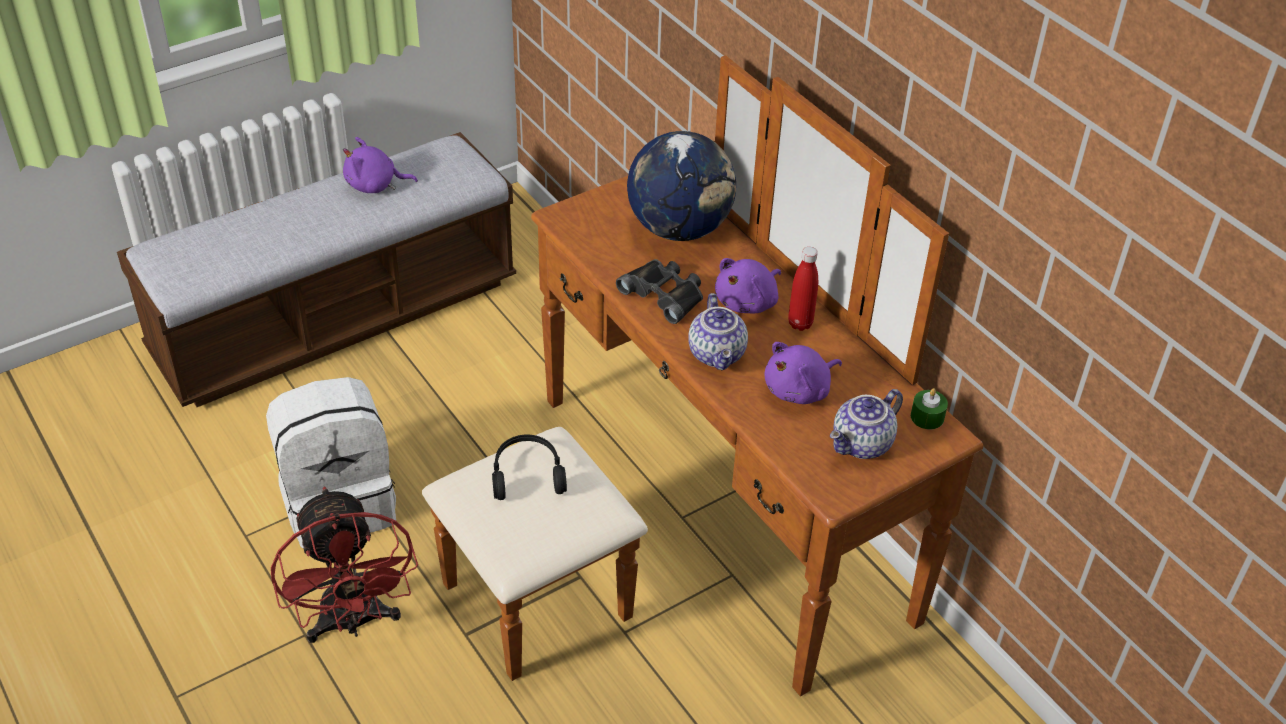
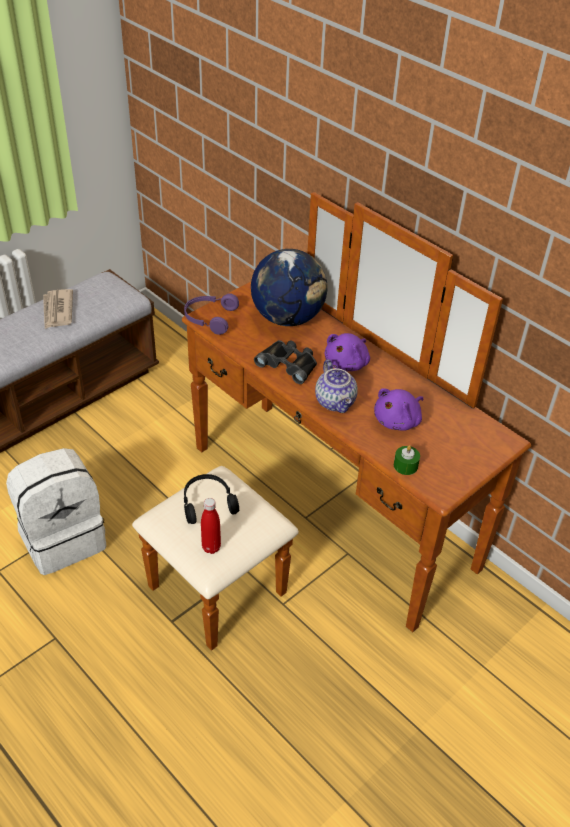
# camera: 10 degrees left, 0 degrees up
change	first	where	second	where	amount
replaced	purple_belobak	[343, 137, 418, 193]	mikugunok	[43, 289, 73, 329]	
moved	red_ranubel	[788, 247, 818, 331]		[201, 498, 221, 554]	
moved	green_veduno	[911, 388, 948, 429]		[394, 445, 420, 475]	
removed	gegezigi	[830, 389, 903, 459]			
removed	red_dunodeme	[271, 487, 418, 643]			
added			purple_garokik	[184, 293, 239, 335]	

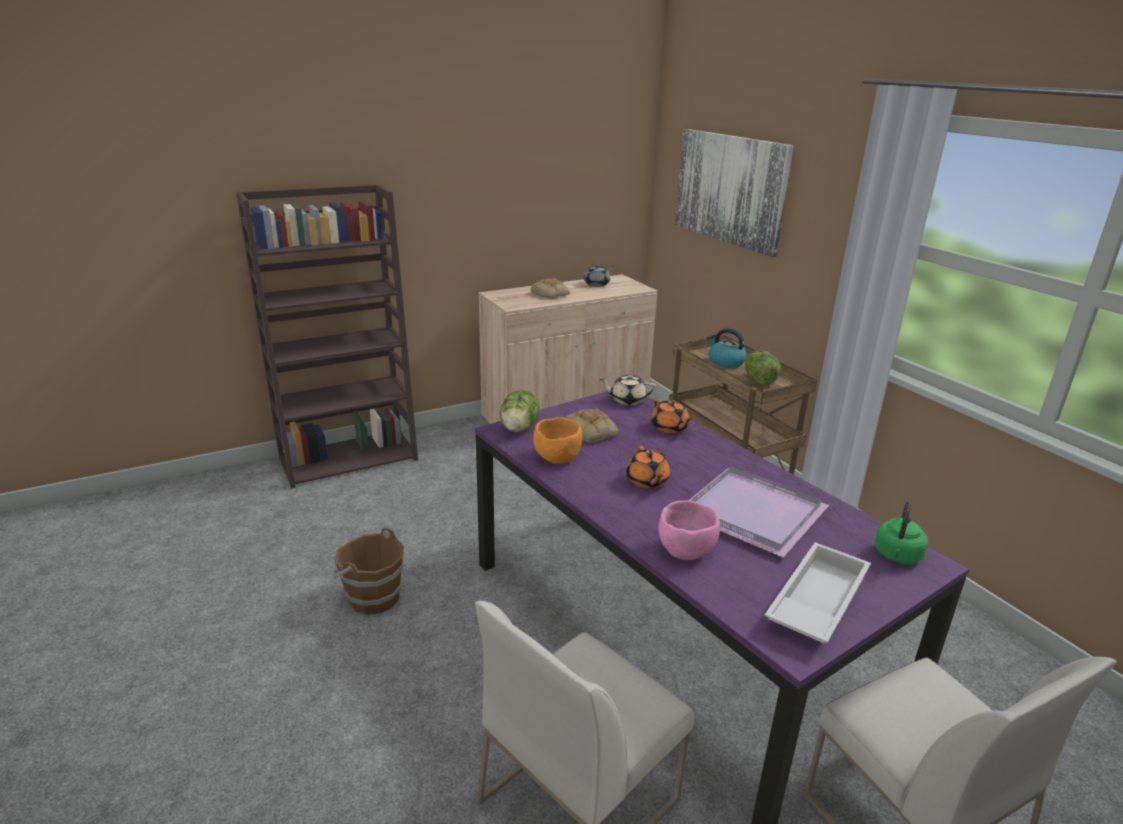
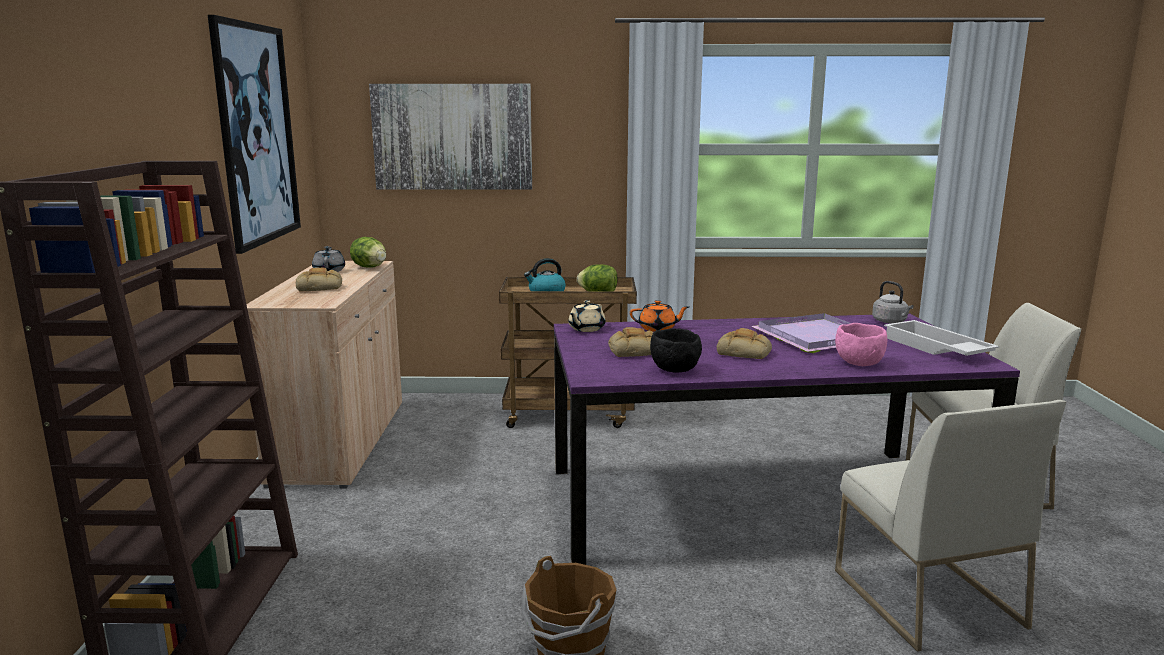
# camera: 60 degrees left, 10 degrees down
change	first	where	second	where	amount
moved	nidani	[500, 390, 540, 432]		[350, 237, 386, 268]	
recoloured	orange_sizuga	[534, 417, 582, 464]	black_sizuga	[650, 328, 702, 373]	
replaced	orange_gegezigi	[626, 446, 670, 488]	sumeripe	[717, 328, 772, 359]	
recoloured	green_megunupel	[875, 501, 928, 564]	grey_megunupel	[872, 281, 914, 324]	
added			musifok	[208, 15, 301, 254]	

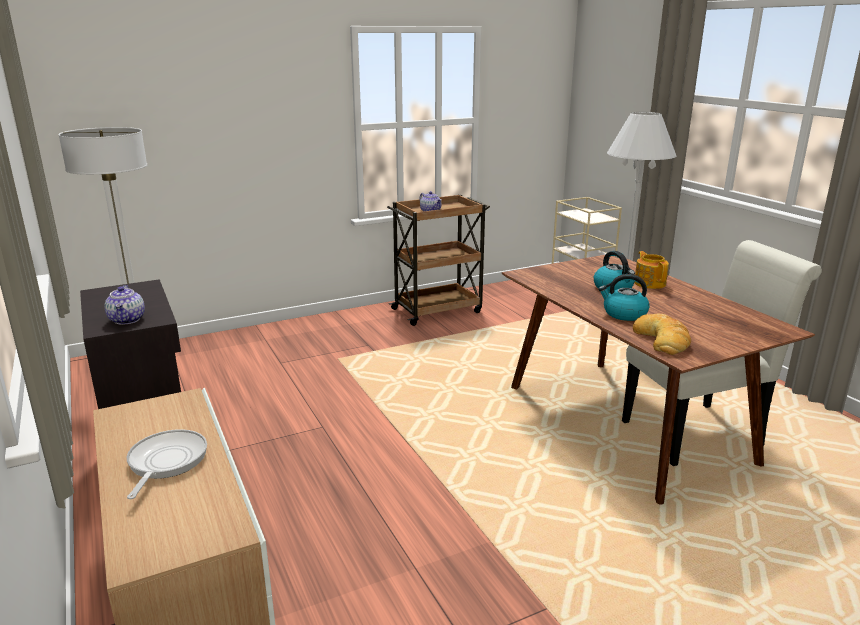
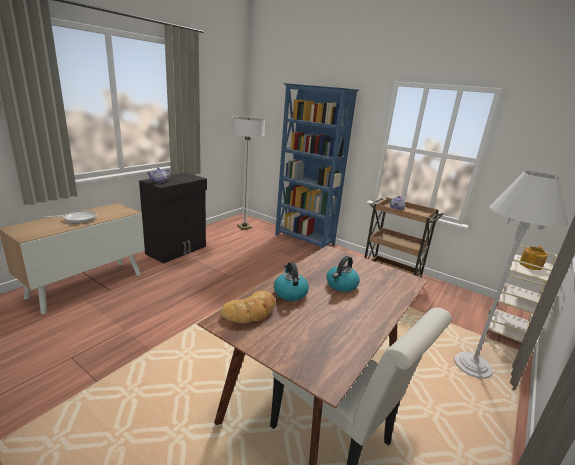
# camera: 60 degrees right, 0 degrees up
change	first	where	second	where	amount
moved	gegezigi	[635, 251, 669, 289]		[519, 246, 548, 270]	
added			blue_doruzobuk	[275, 83, 359, 248]	

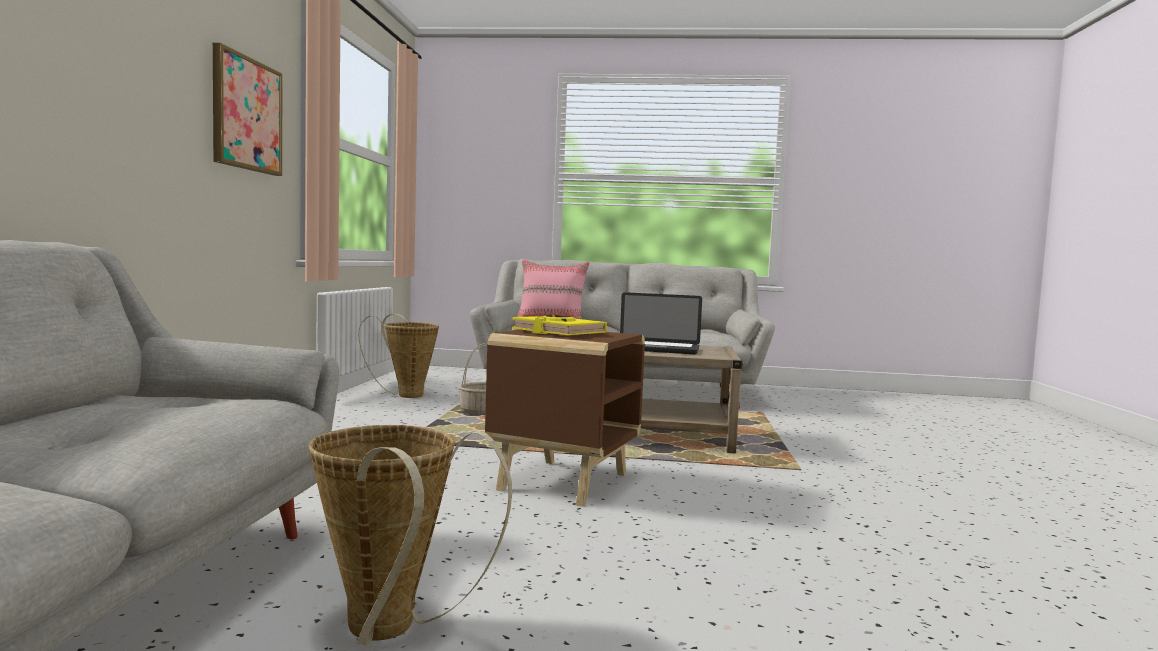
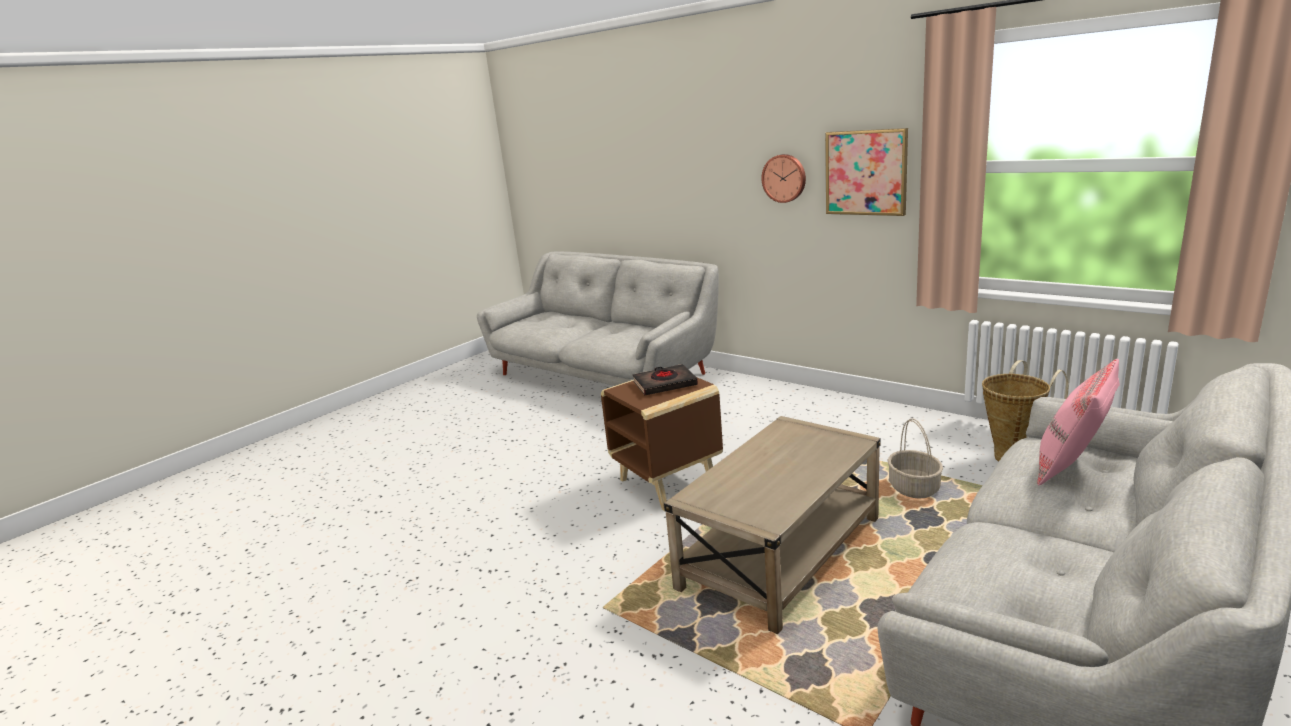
# camera: 125 degrees right, 15 degrees up
change	first	where	second	where	amount
removed	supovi	[620, 292, 702, 354]			
recoloured	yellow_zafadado	[512, 315, 607, 335]	black_zafadado	[633, 364, 698, 395]	
removed	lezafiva	[309, 425, 512, 645]			
added			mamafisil	[761, 154, 806, 203]	

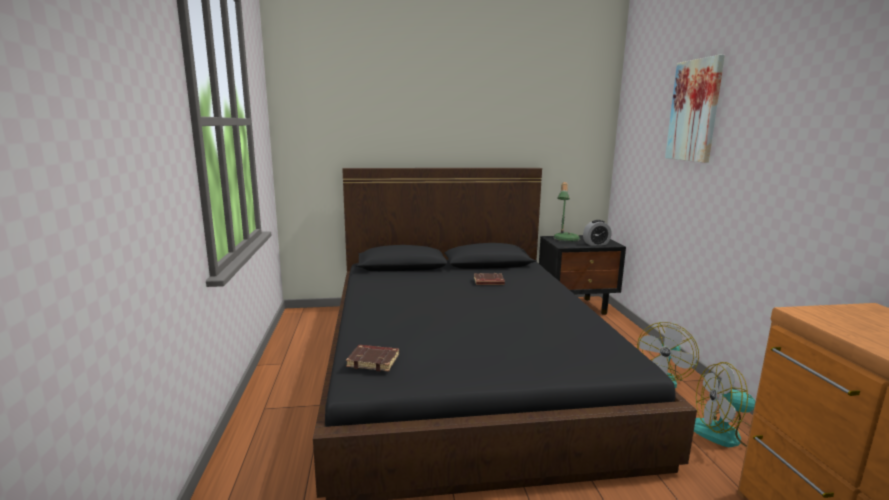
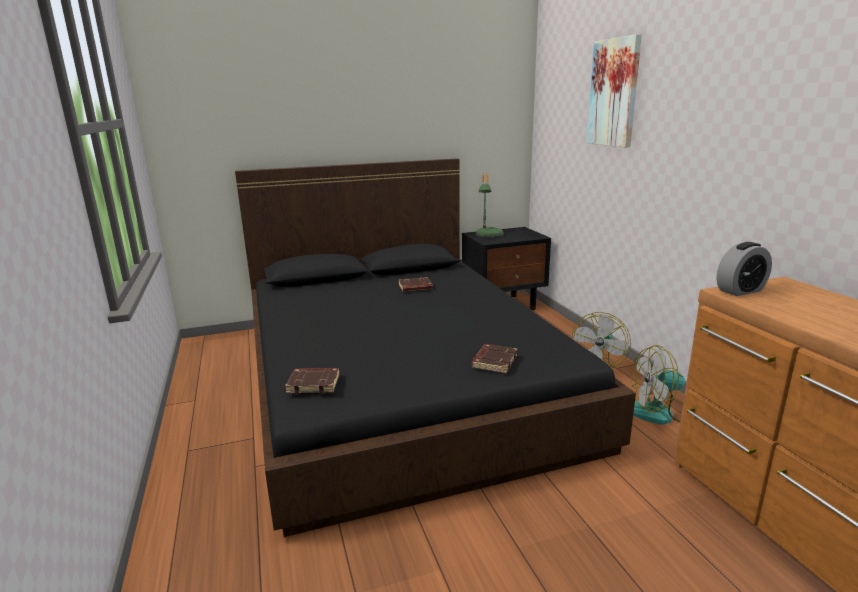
# camera: 10 degrees left, 5 degrees up
change	first	where	second	where	amount
moved	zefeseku	[583, 220, 612, 246]		[716, 242, 772, 296]	
added			brown_zafadado	[471, 344, 517, 373]	

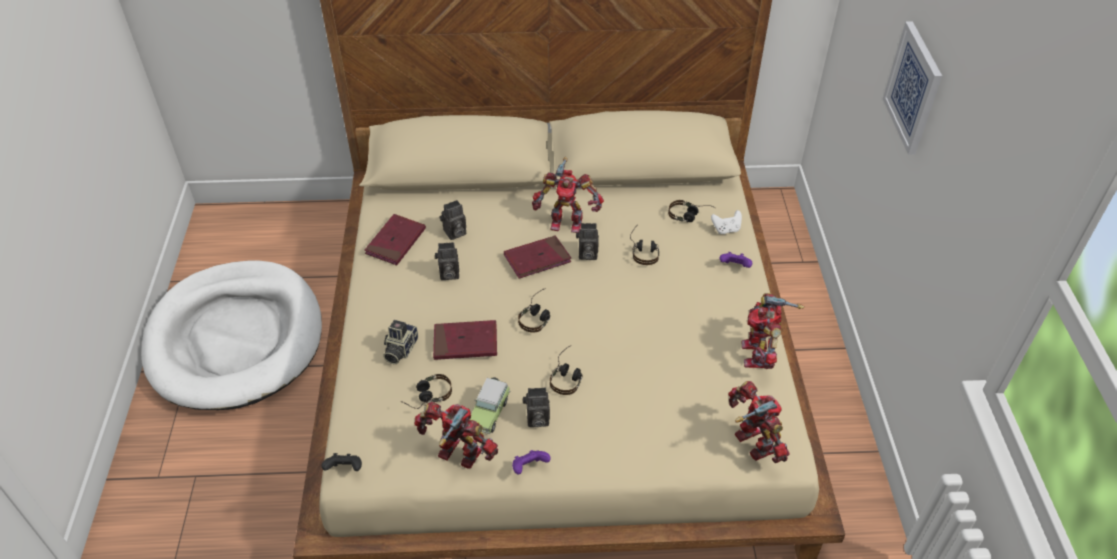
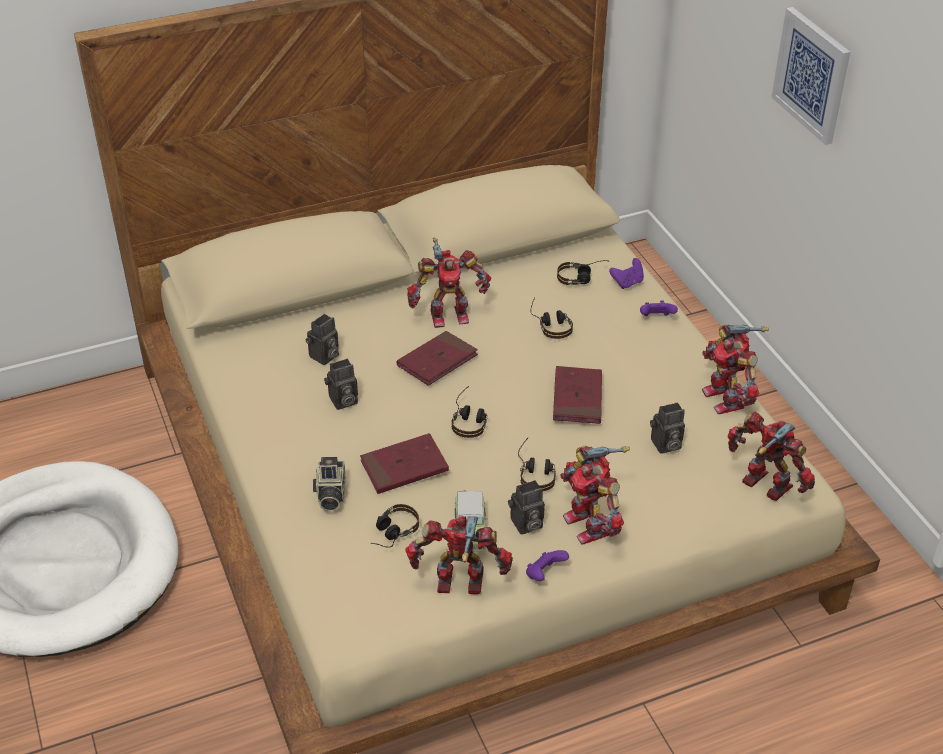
# camera: 20 degrees left, 5 degrees down
change	first	where	second	where	amount
recoloured	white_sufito	[711, 210, 742, 234]	purple_sufito	[609, 258, 644, 289]	
moved	red_zafadado	[365, 214, 426, 265]		[553, 366, 602, 424]	
moved	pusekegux	[576, 223, 599, 260]		[650, 402, 685, 454]	
removed	black_sufito	[322, 453, 362, 471]			
added			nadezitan	[561, 446, 630, 545]	

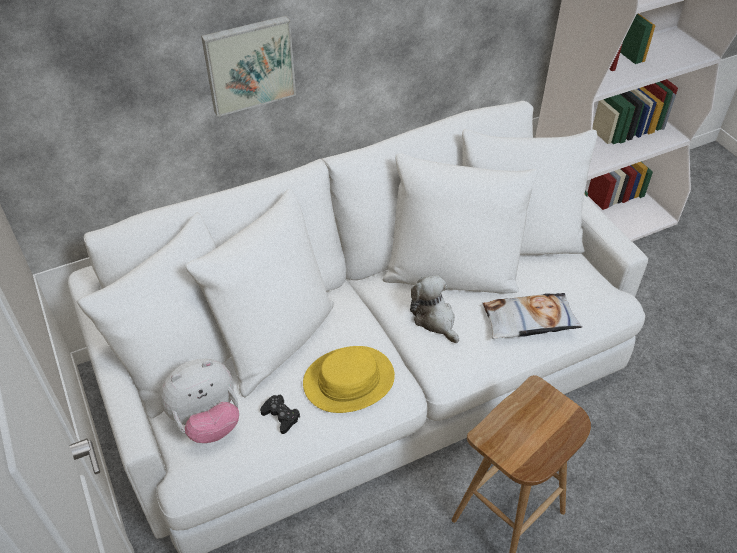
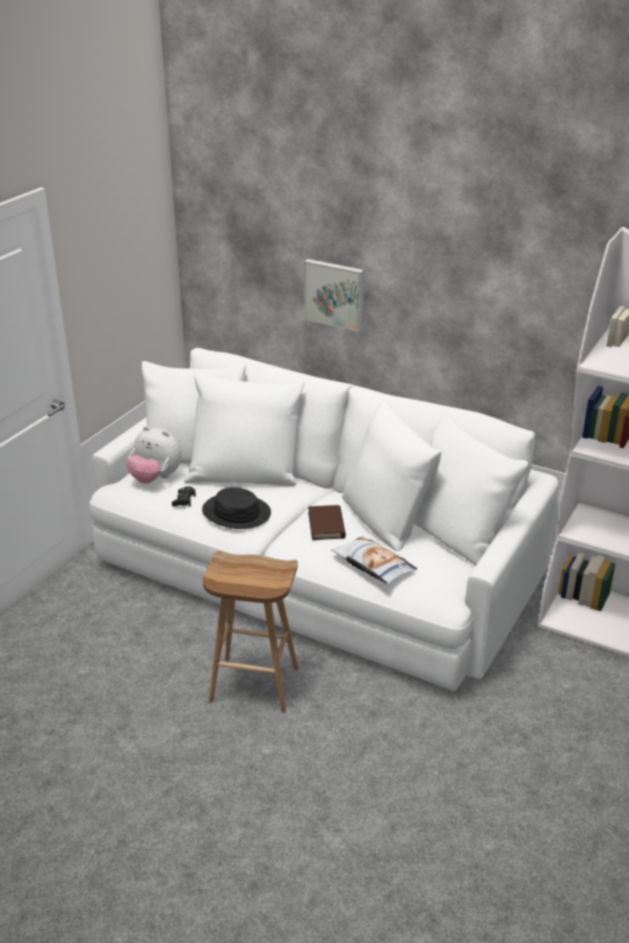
# camera: 55 degrees right, 15 degrees down
change	first	where	second	where	amount
replaced	belobak	[410, 275, 459, 343]	brown_zafadado	[308, 505, 346, 540]	
recoloured	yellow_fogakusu	[303, 346, 395, 413]	black_fogakusu	[202, 487, 271, 529]	

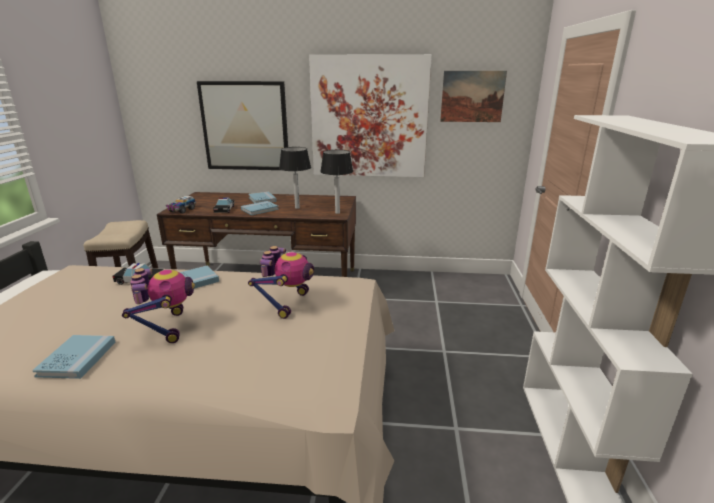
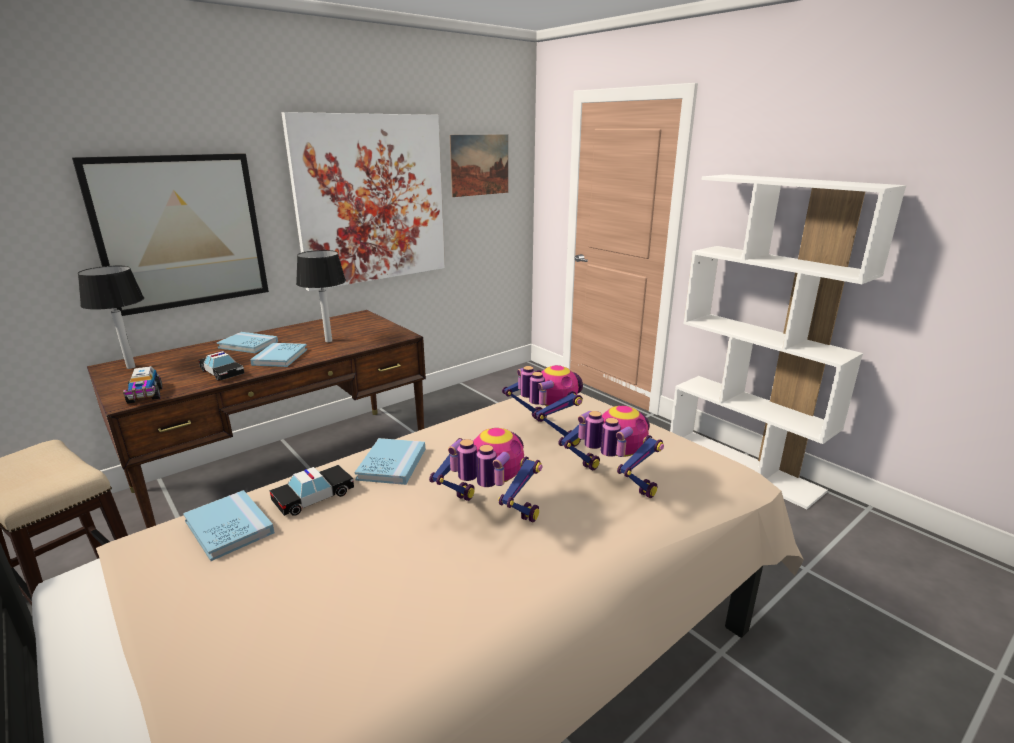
# camera: 45 degrees left, 0 degrees up
change	first	where	second	where	amount
moved	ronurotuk	[320, 150, 353, 214]		[78, 266, 144, 369]	
moved	blue_zafadado	[32, 335, 116, 379]		[183, 490, 275, 561]	
added			nadezitan	[558, 406, 664, 498]	

